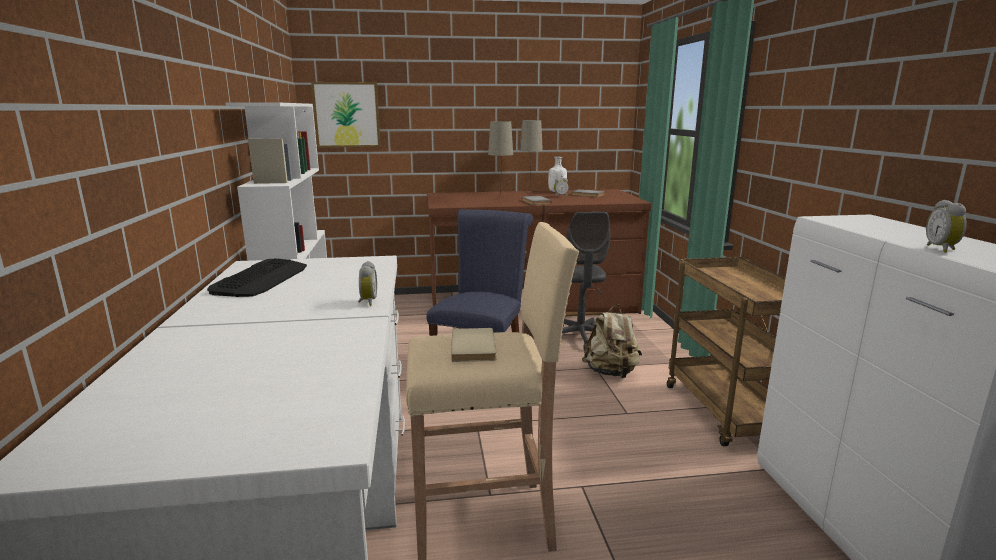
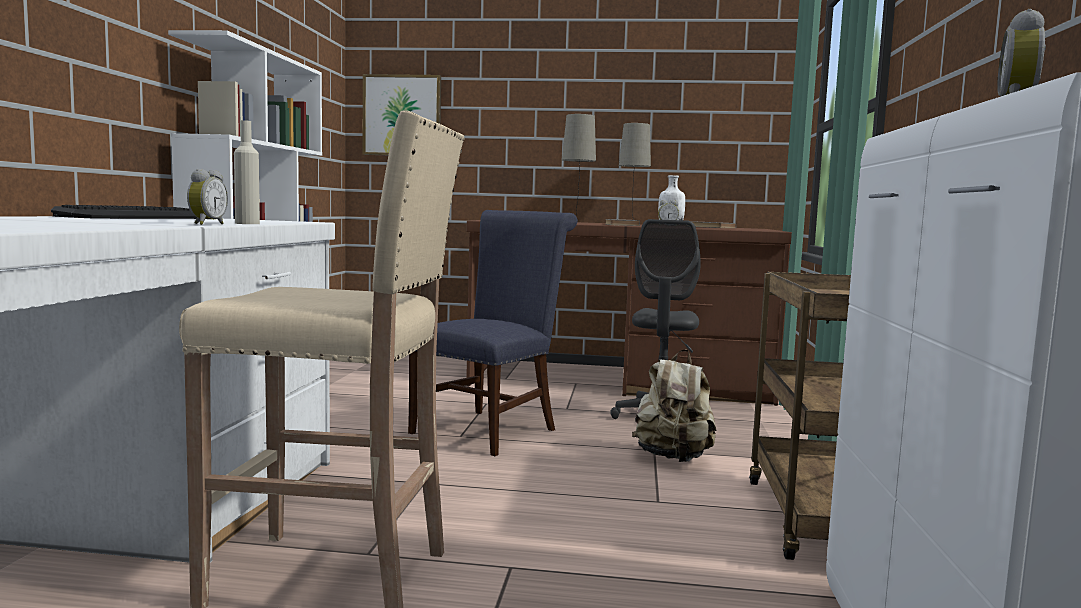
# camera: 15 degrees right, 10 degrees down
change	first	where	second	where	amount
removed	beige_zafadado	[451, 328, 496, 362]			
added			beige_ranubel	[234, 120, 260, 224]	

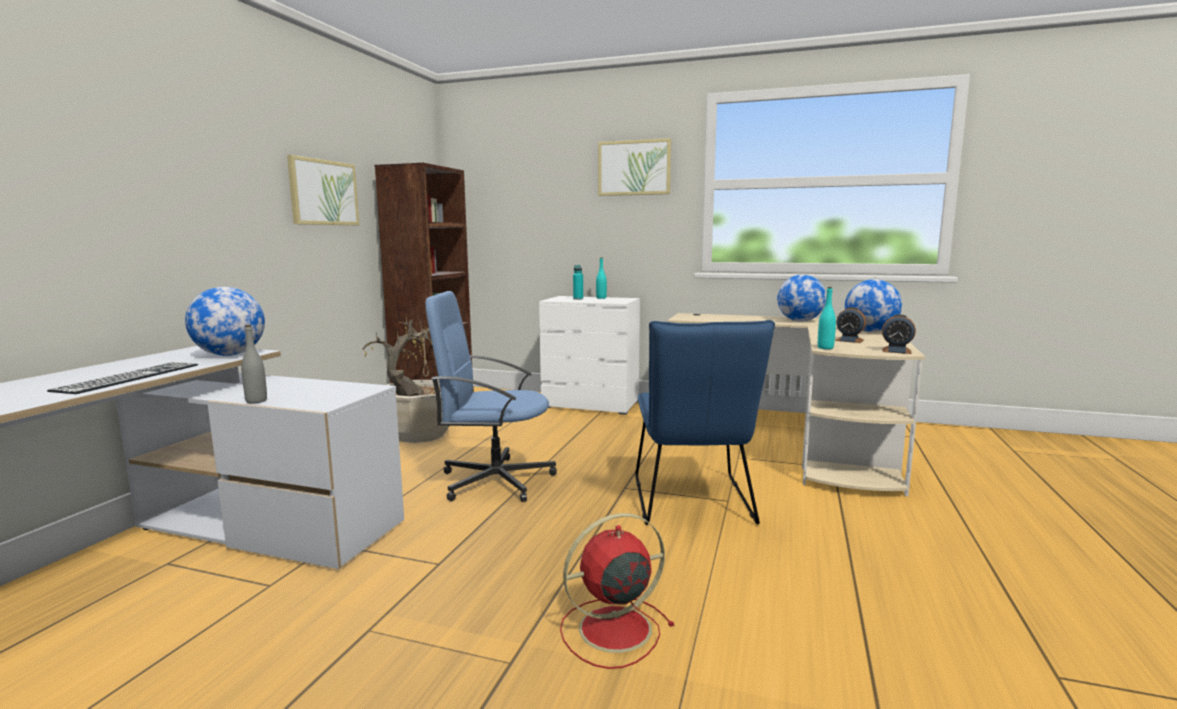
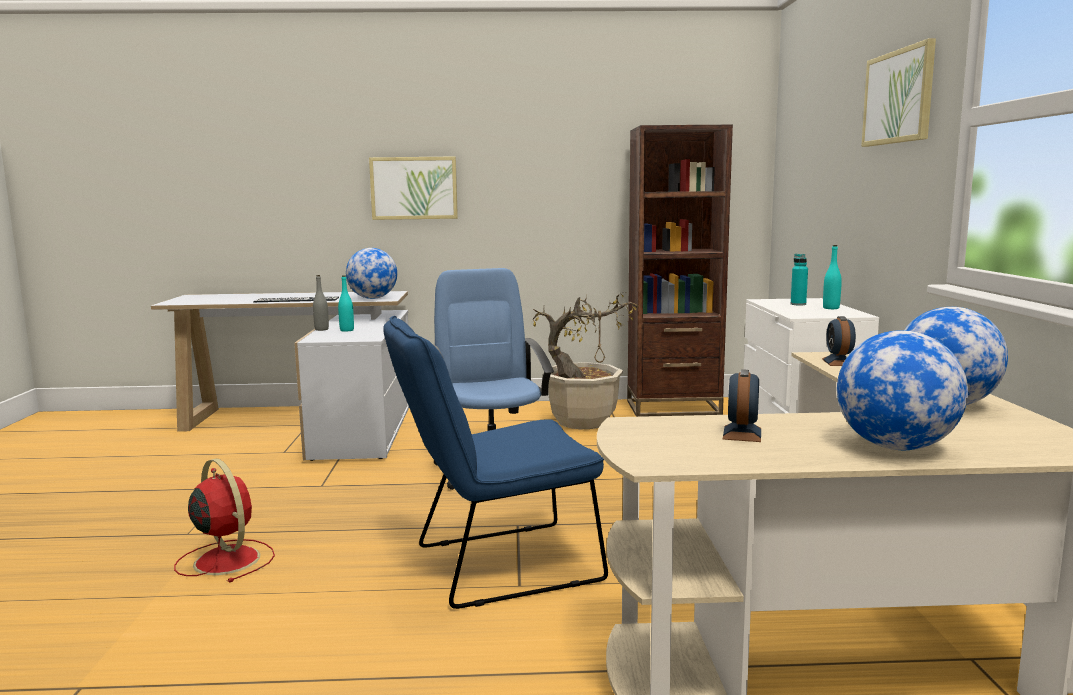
# camera: 70 degrees right, 0 degrees up
change	first	where	second	where	amount
moved	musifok	[287, 155, 359, 225]		[369, 156, 458, 220]	
moved	turquoise_ranubel	[818, 287, 836, 349]		[338, 275, 354, 332]	
moved	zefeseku	[882, 314, 916, 354]		[822, 316, 856, 366]	

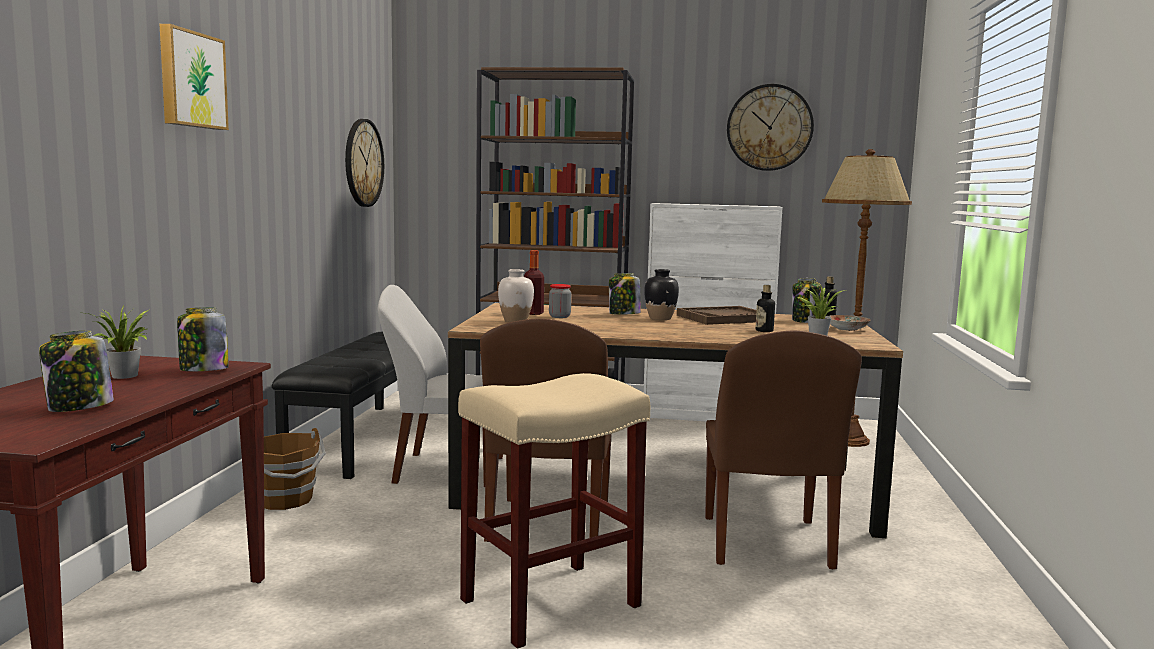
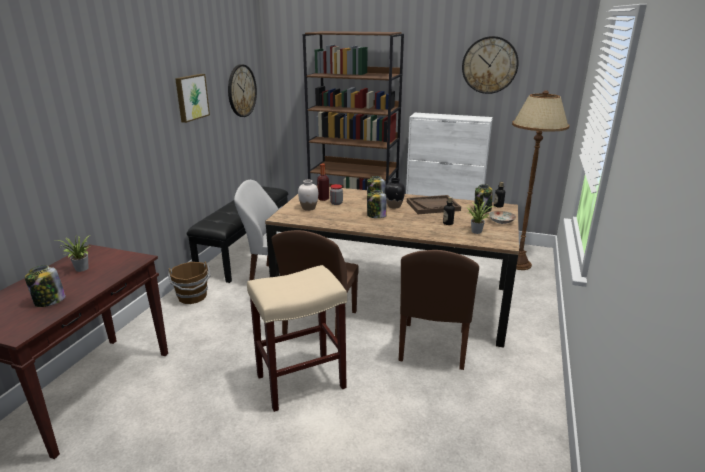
# camera: 10 degrees right, 15 degrees up
change	first	where	second	where	amount
moved	musifok	[159, 24, 229, 130]		[175, 74, 210, 123]	
moved	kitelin	[177, 307, 229, 371]		[367, 190, 387, 218]	

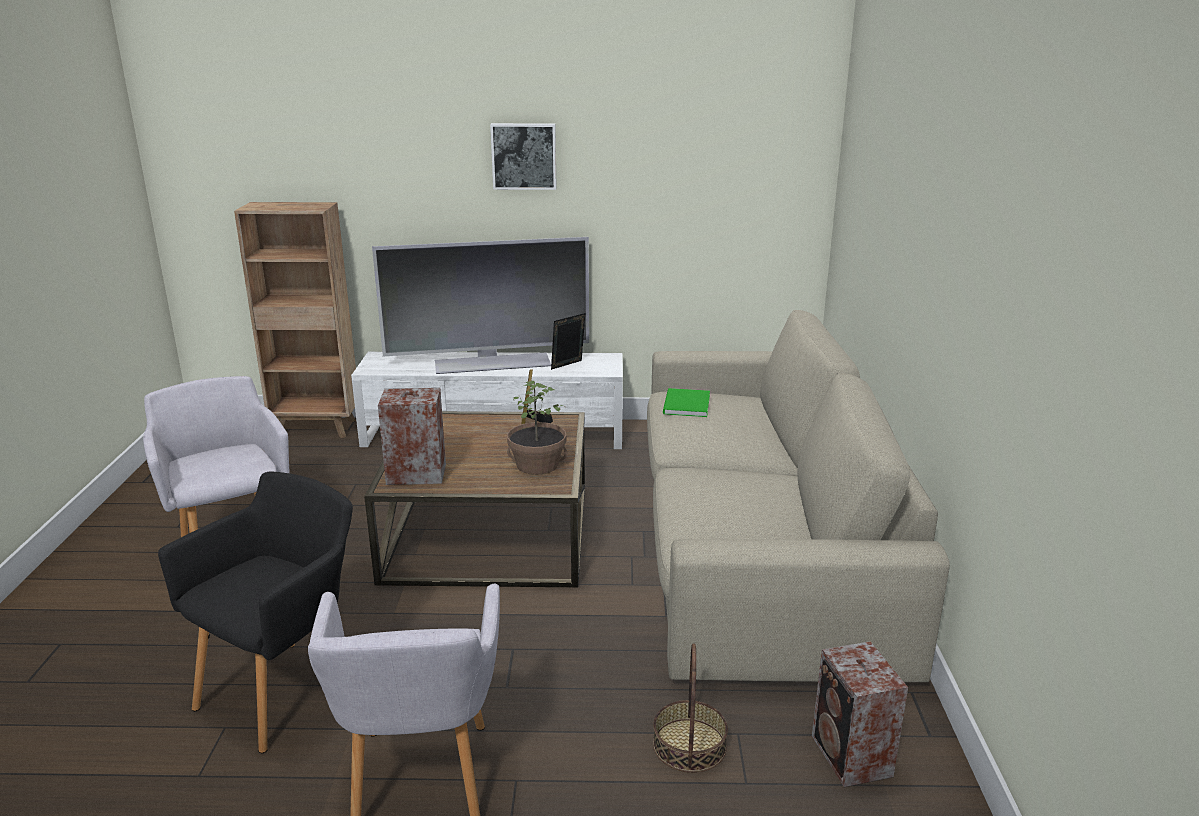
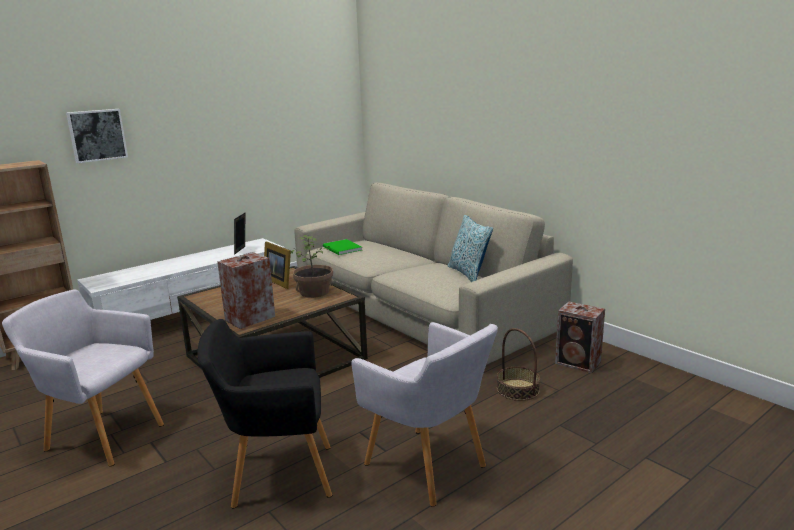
# camera: 40 degrees left, 5 degrees down
change	first	where	second	where	amount
moved	musifok	[490, 123, 557, 190]		[66, 109, 128, 163]	
removed	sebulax	[372, 237, 589, 374]			
turned	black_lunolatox	[158, 472, 353, 753]		[198, 319, 332, 508]	90 degrees counterclockwise
added			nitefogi	[448, 215, 493, 282]	

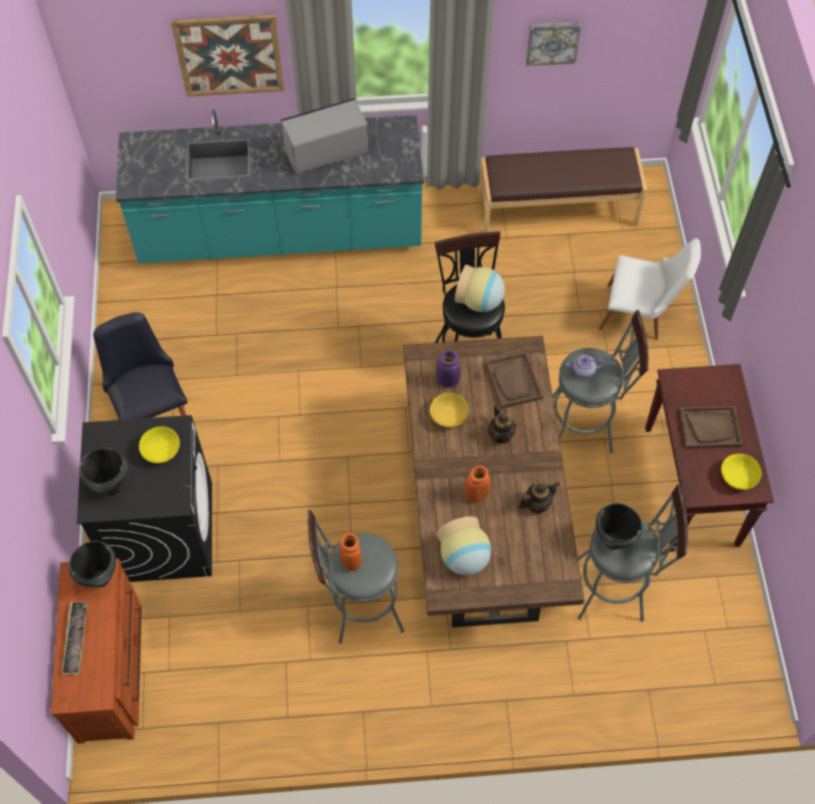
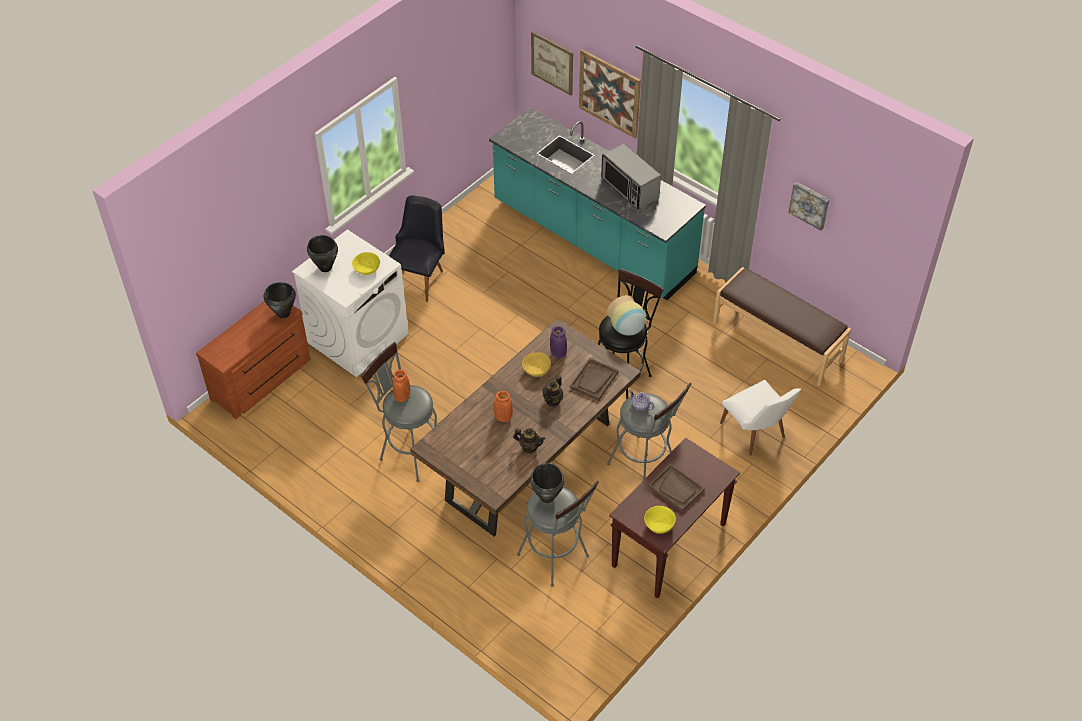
# camera: 45 degrees right, 10 degrees down
change	first	where	second	where	amount
turned	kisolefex	[281, 98, 369, 174]		[601, 143, 661, 210]	150 degrees counterclockwise
recoloured	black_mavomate	[77, 415, 212, 582]	white_mavomate	[292, 229, 409, 377]	
removed	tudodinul	[437, 516, 491, 575]			
removed	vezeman	[61, 602, 88, 675]			
added			musifok	[531, 31, 573, 96]	

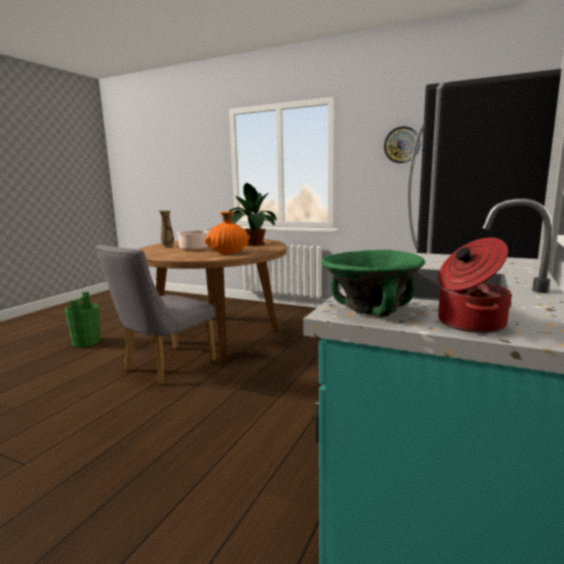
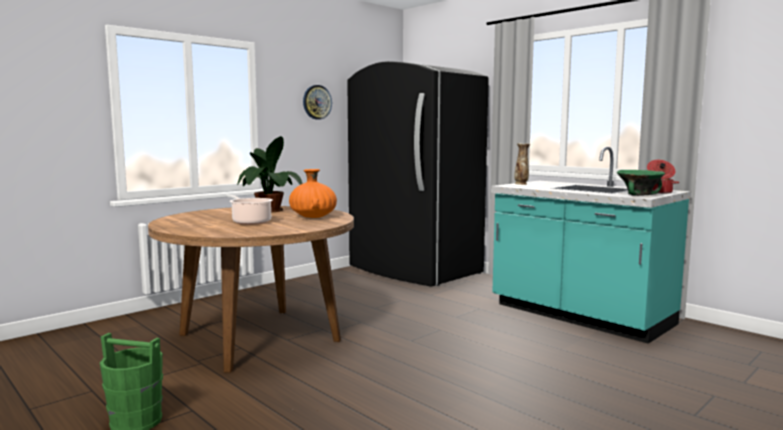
# camera: 70 degrees left, 5 degrees down
change	first	where	second	where	amount
moved	tudodinul	[159, 210, 174, 248]		[514, 143, 530, 185]	
removed	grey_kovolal	[96, 245, 216, 385]			

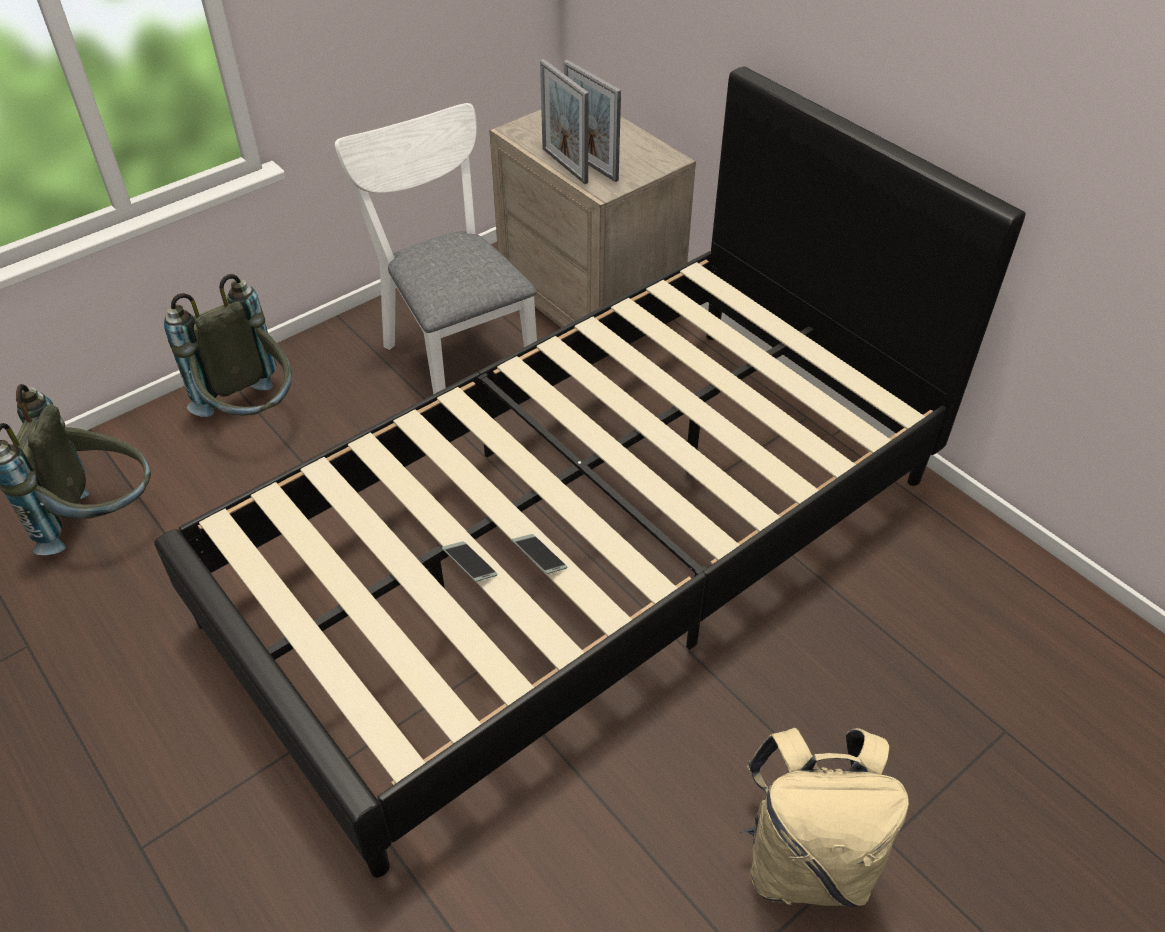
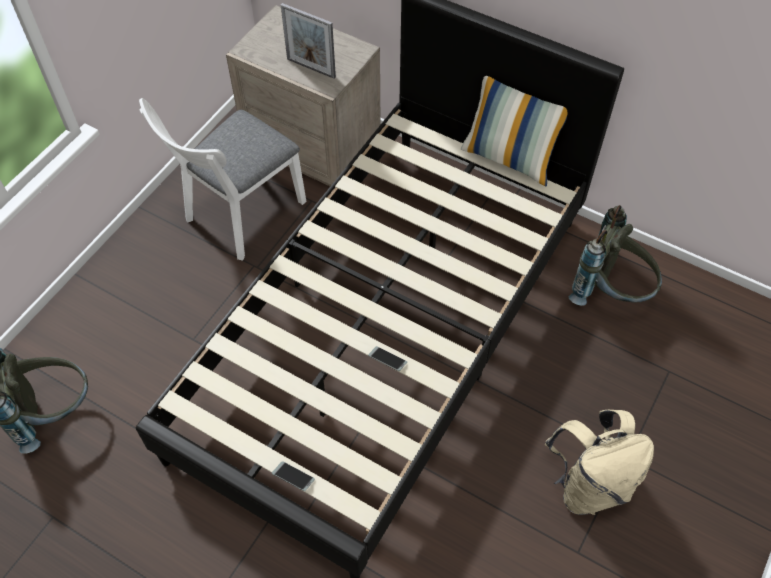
# camera: 20 degrees left, 10 degrees up
change	first	where	second	where	amount
removed	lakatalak	[540, 59, 589, 184]			
turned	white_kovolal	[335, 103, 537, 394]		[139, 98, 306, 261]	90 degrees counterclockwise
moved	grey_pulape	[164, 274, 292, 417]		[568, 205, 662, 306]	
moved	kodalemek	[442, 541, 498, 582]		[272, 461, 315, 491]	
added			nitefogi	[461, 76, 567, 186]	

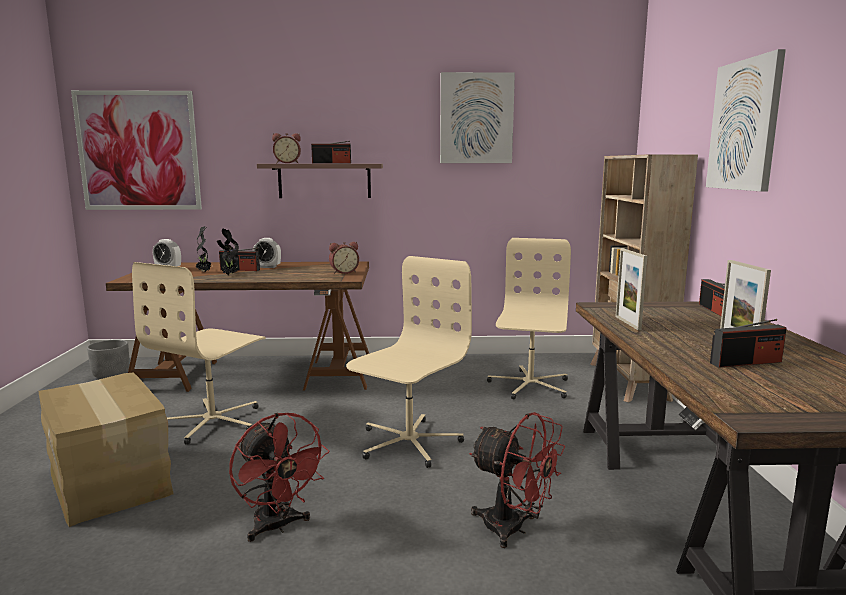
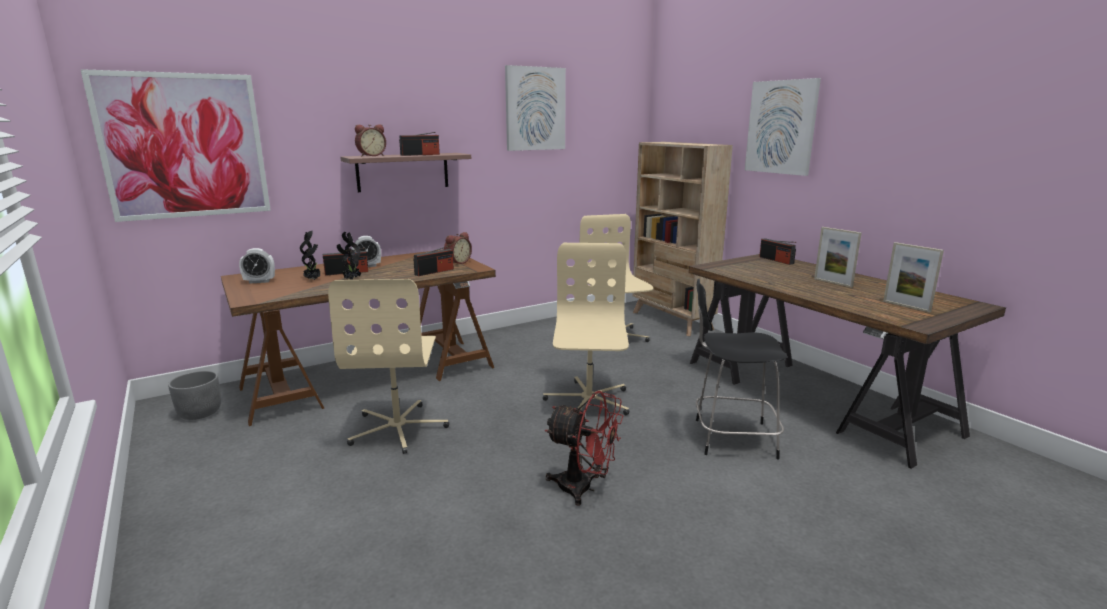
# camera: 30 degrees left, 5 degrees up
change	first	where	second	where	amount
moved	lakatalak	[615, 248, 648, 330]		[883, 242, 944, 312]	
moved	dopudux	[710, 319, 787, 368]		[413, 246, 454, 276]	
removed	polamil	[39, 372, 174, 527]			
replaced	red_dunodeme	[469, 412, 565, 548]	black_kovolal	[696, 279, 787, 459]	

